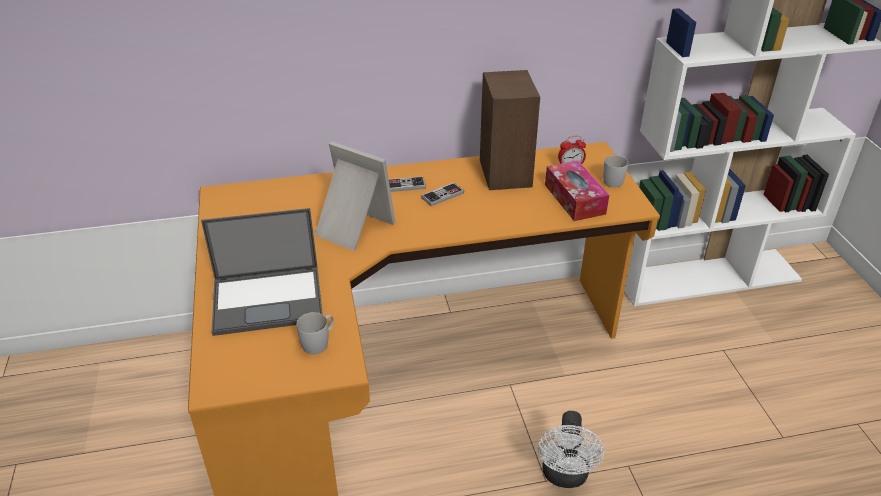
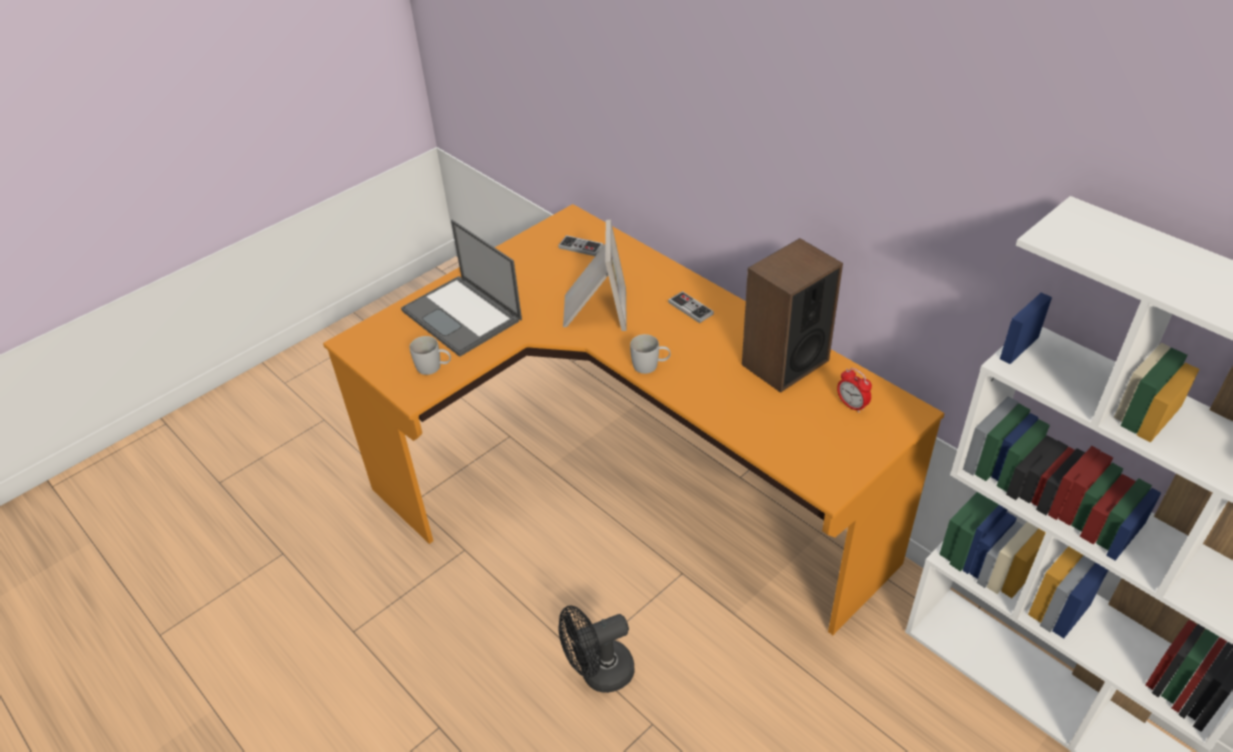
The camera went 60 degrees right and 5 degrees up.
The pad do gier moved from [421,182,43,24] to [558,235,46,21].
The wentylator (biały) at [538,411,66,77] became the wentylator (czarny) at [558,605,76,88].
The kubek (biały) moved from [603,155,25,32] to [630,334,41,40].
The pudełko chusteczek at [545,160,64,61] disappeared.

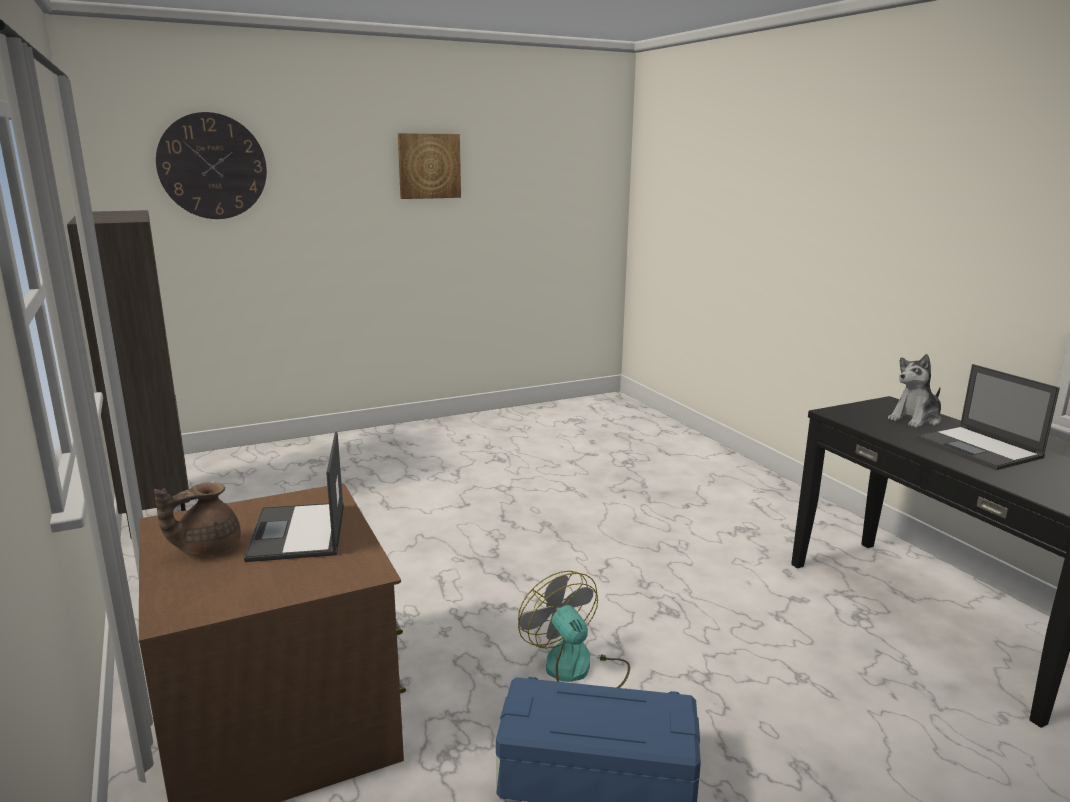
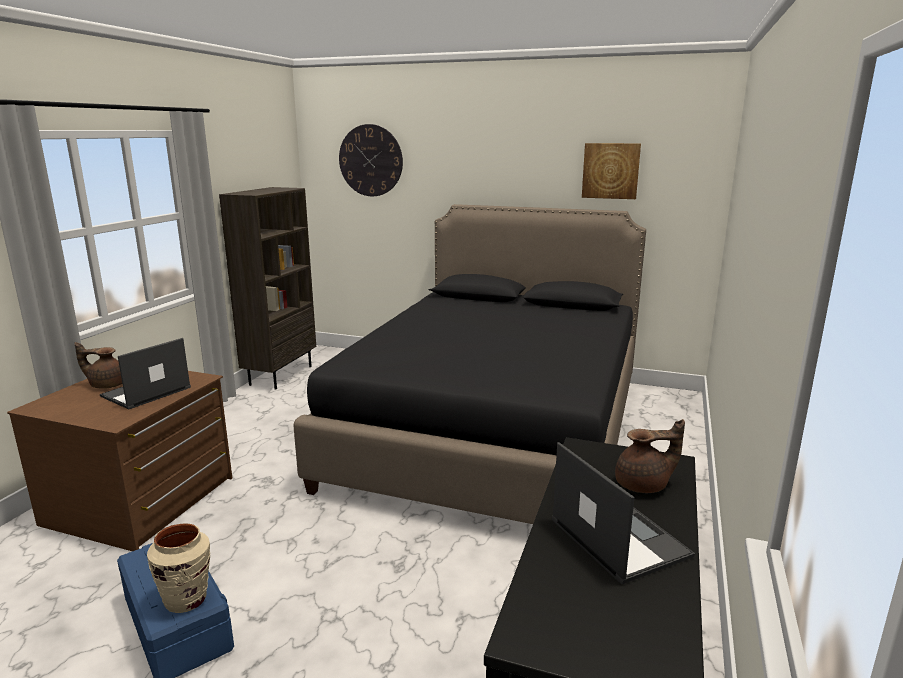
The camera went 45 degrees right and 0 degrees up.
The wazon (beżowy) at [147,524,63,89] appeared.
The łóżko (czarny) at [293,204,353,320] appeared.
The laptop at [915,364,145,106] turned 135 degrees clockwise.
The obraz moved from [398,133,63,66] to [582,143,59,56].
The pluszak at [888,354,53,74] was replaced by the imbryk (brązowy) at [615,419,70,74].
The wentylator at [518,571,112,117] disappeared.

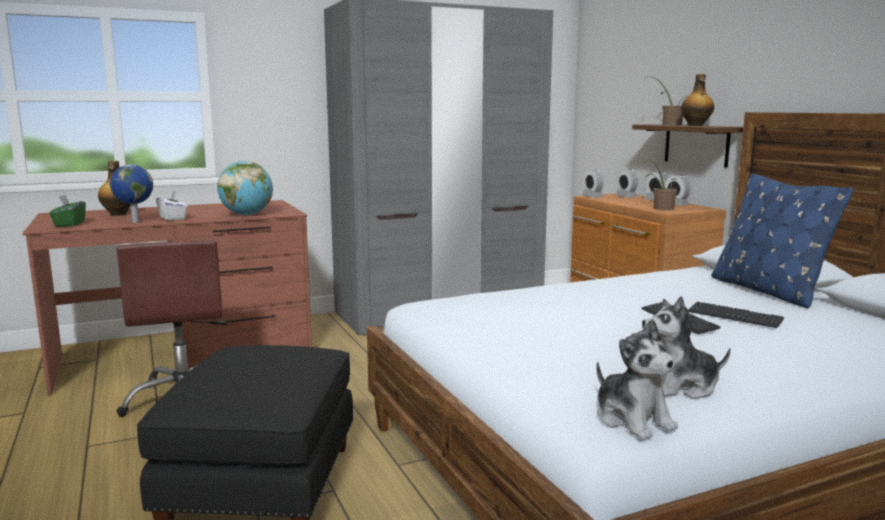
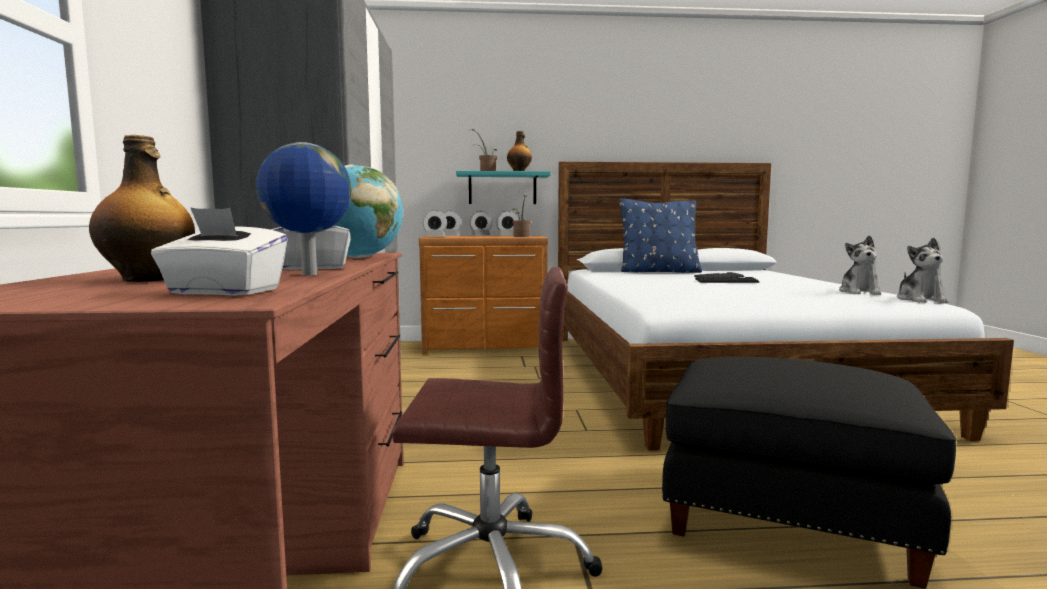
The camera went 70 degrees left and 5 degrees down.
The pudełko chusteczek (zielony) at [49,194,37,33] became the pudełko chusteczek (biały) at [151,207,137,89].
The półka (brązowy) at [632,124,111,44] became the półka (turkusowy) at [456,171,95,33].
The pluszak at [596,319,82,120] turned 105 degrees clockwise.

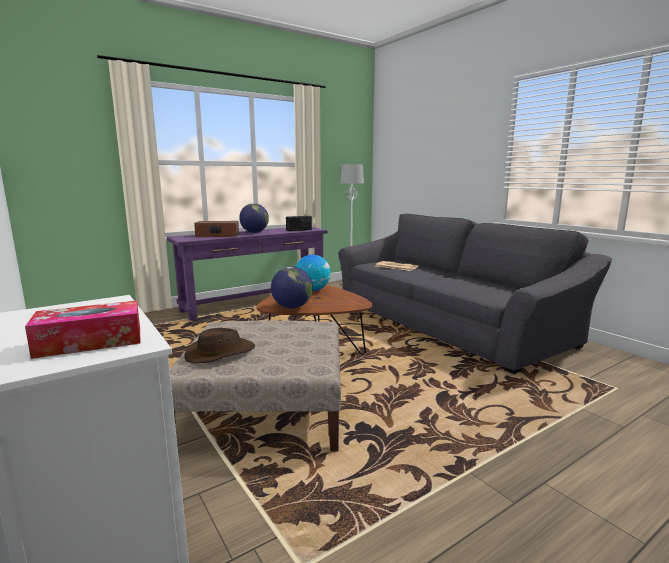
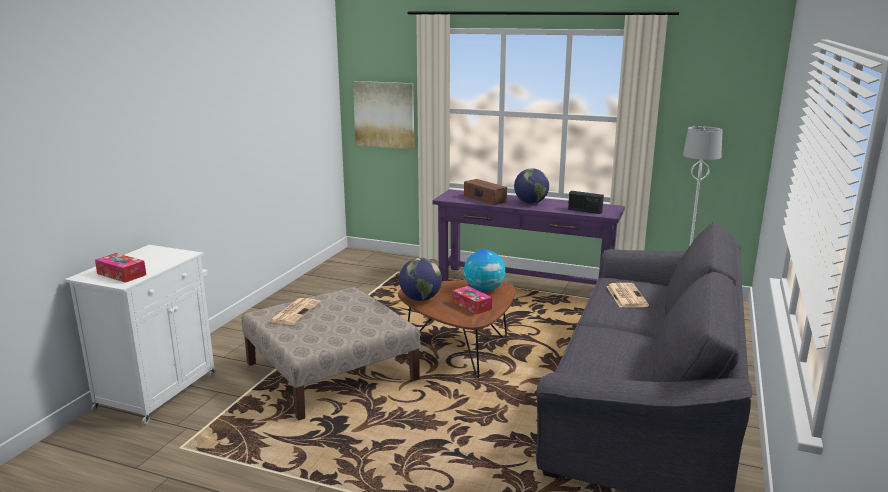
The camera went 55 degrees right and 5 degrees up.
The kapelusz (brązowy) at [184,328,71,36] was replaced by the gazeta at [268,298,53,27].
The obraz at [353,81,61,68] appeared.
The pudełko chusteczek at [452,286,40,28] appeared.

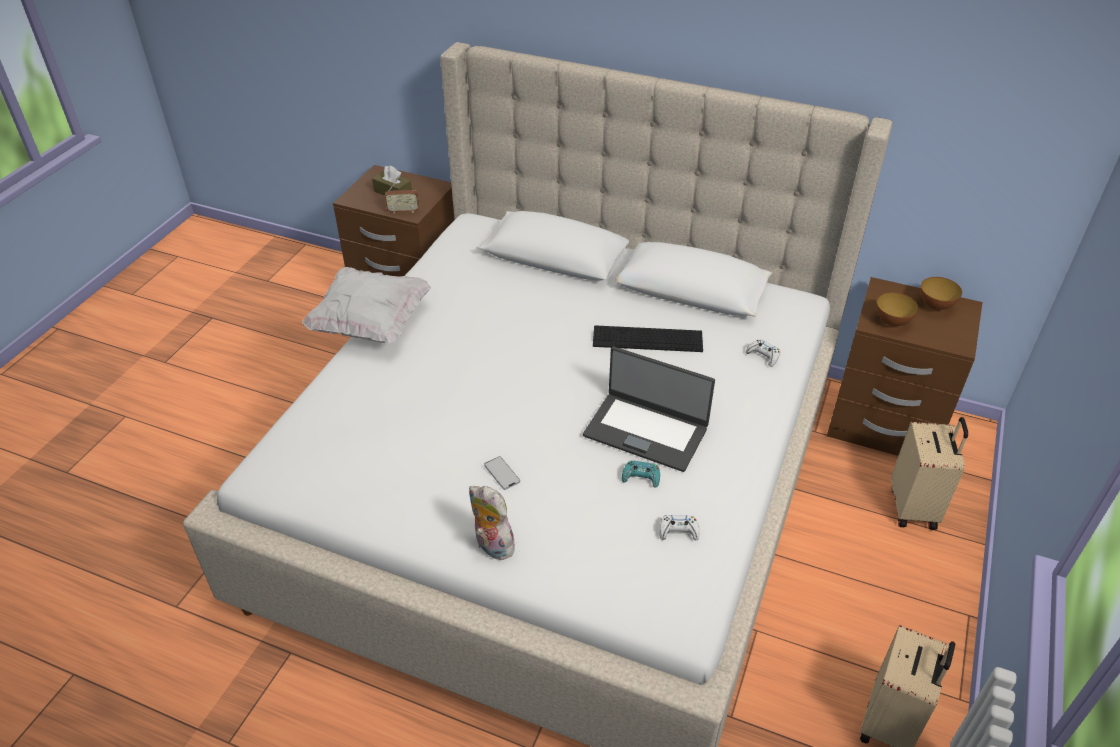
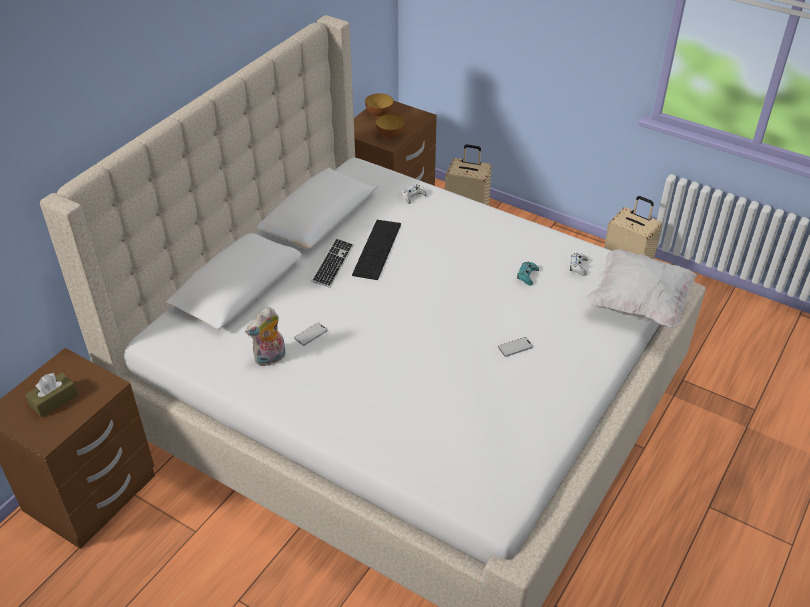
The camera went 80 degrees left and 0 degrees up.
The pluszak moved from [469,486,46,74] to [245,307,41,59].
The telefon at [294,323,34,23] appeared.
The klawiatura at [311,238,43,50] appeared.
The poduszka (biały) moved from [302,267,129,76] to [586,249,111,78].
The radio at [385,175,34,38] disappeared.
The laptop at [583,347,132,125] disappeared.

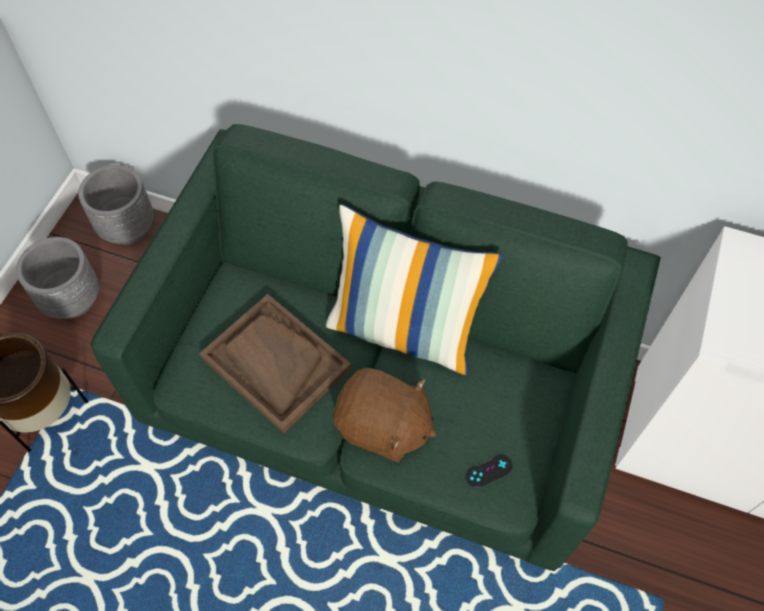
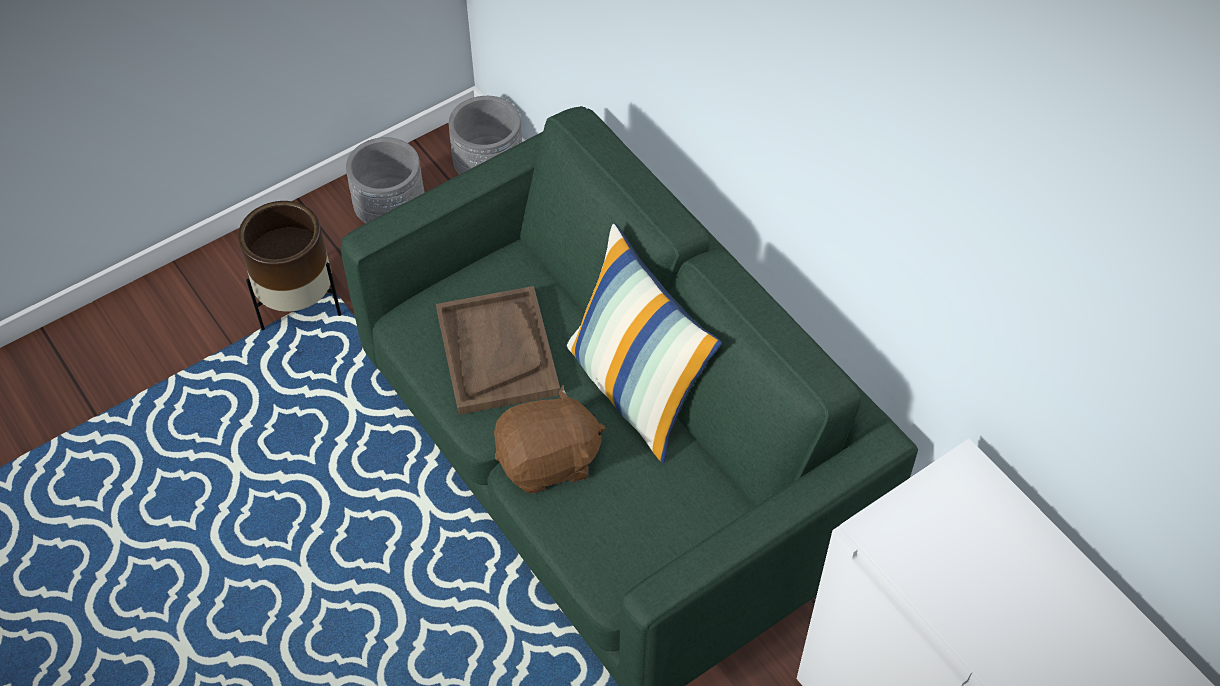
The camera went 35 degrees right and 5 degrees down.
The pluszak (brązowy) at [333,368,103,94] turned 75 degrees counterclockwise.
The pad do gier (czarny) at [466,454,46,33] disappeared.

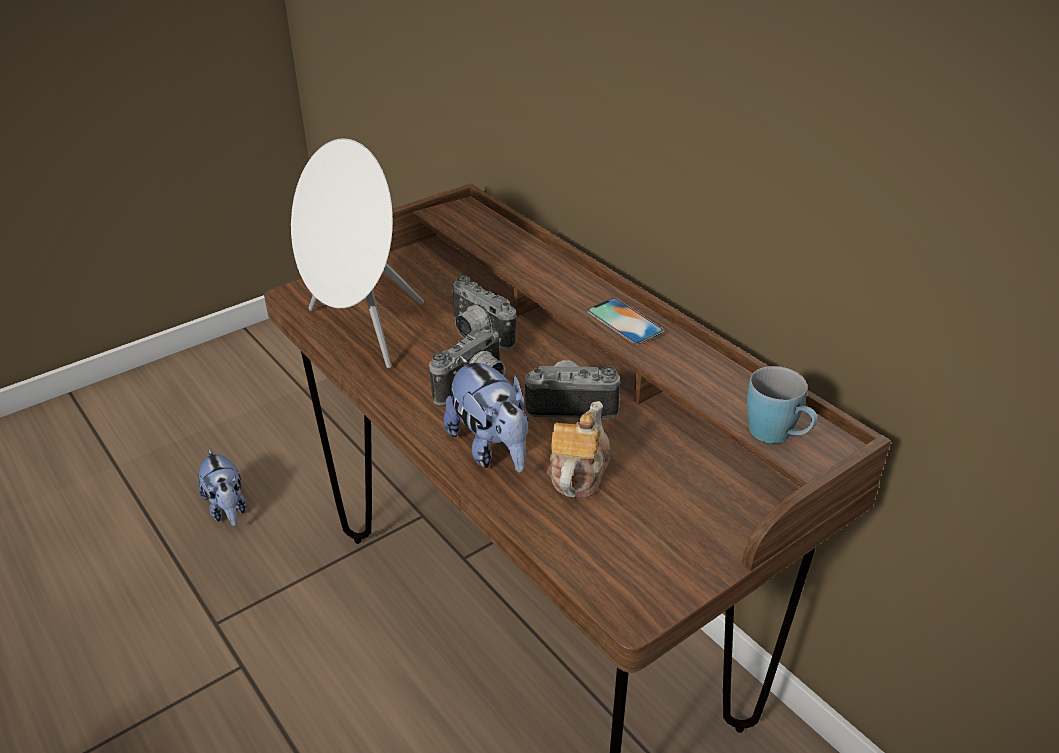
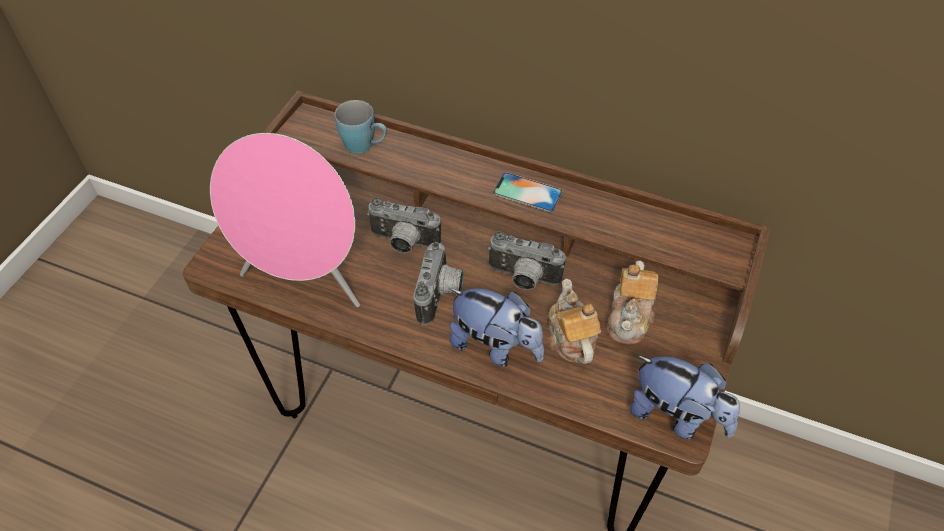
The camera went 30 degrees left and 15 degrees up.
The głośnik (biały) at [291,138,133,230] became the głośnik (różowy) at [210,133,150,174].
The kubek (niebieski) moved from [747,366,71,78] to [335,100,52,54].
The aparat fotograficzny at [524,360,97,59] turned 135 degrees counterclockwise.
The imbryk at [607,261,52,84] appeared.
The pluszak moved from [198,449,48,77] to [630,355,110,85].

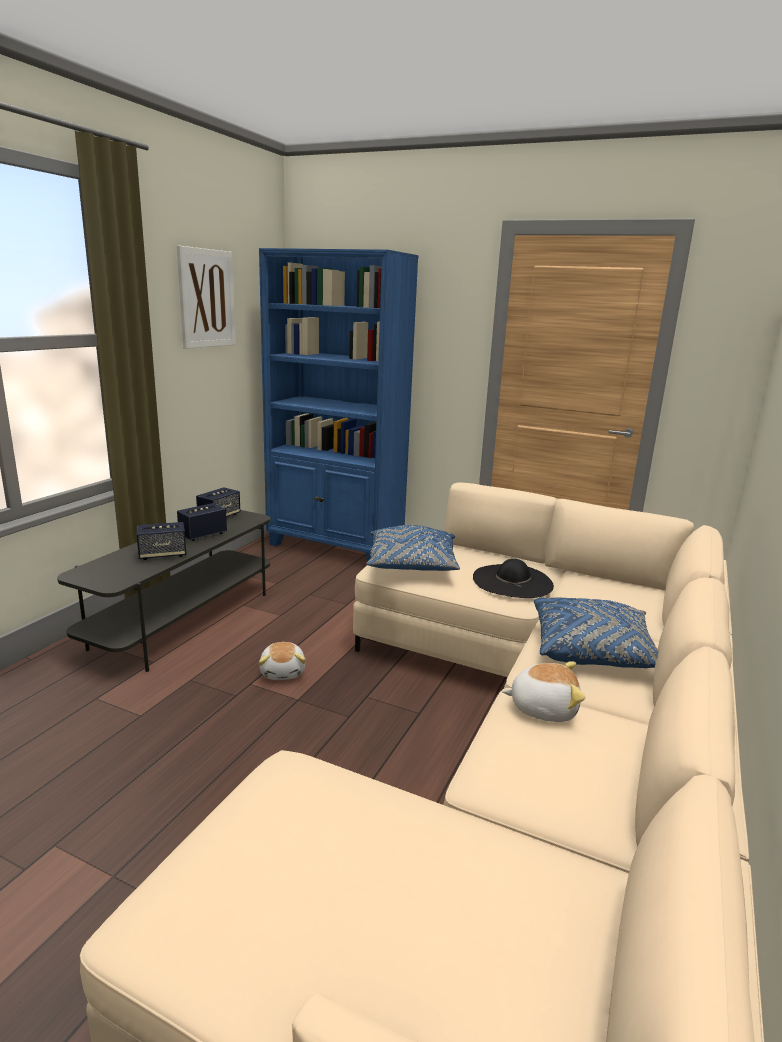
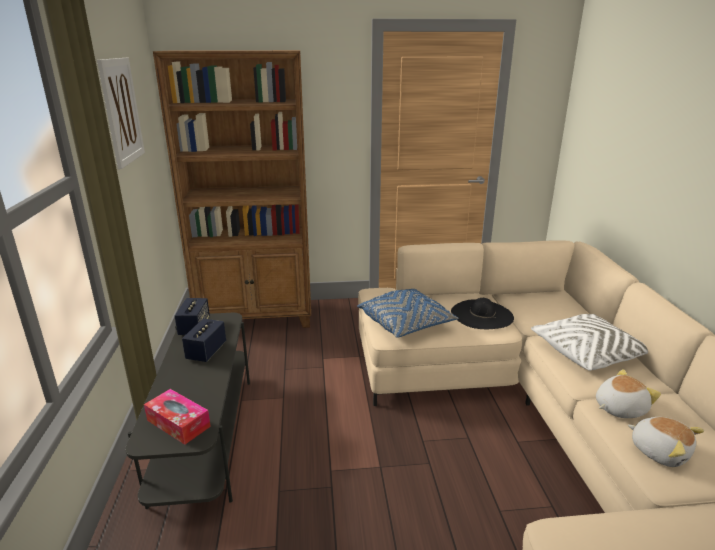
The camera went 30 degrees left and 5 degrees up.
The pudełko chusteczek at [144,389,67,56] appeared.
The regał (niebieski) at [259,248,160,314] became the regał (brązowy) at [153,50,158,278].
The poduszka (niebieski) at [534,597,124,72] became the poduszka (biały) at [531,314,117,57].
The pluszak moved from [259,642,47,38] to [628,417,76,50].
The głośnik at [137,522,49,38] disappeared.

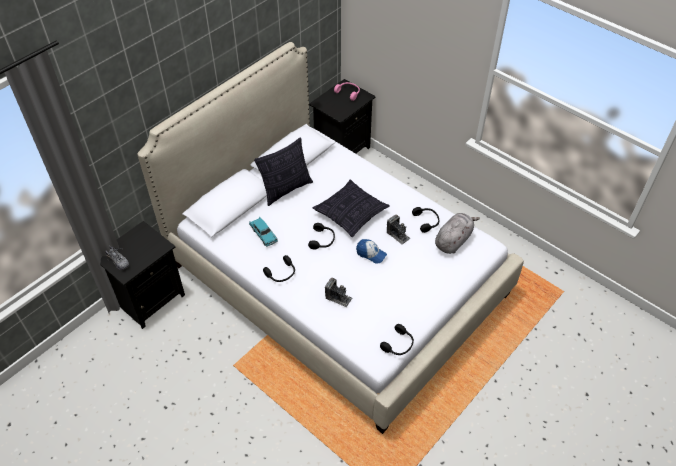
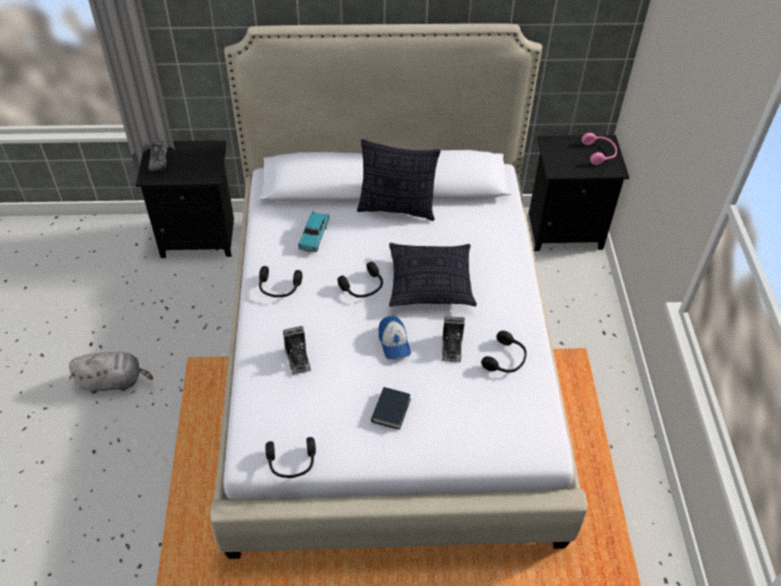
The camera went 45 degrees right and 0 degrees up.
The pluszak (szary) moved from [435,213,45,41] to [69,352,84,42].
The książka at [371,387,40,43] appeared.

